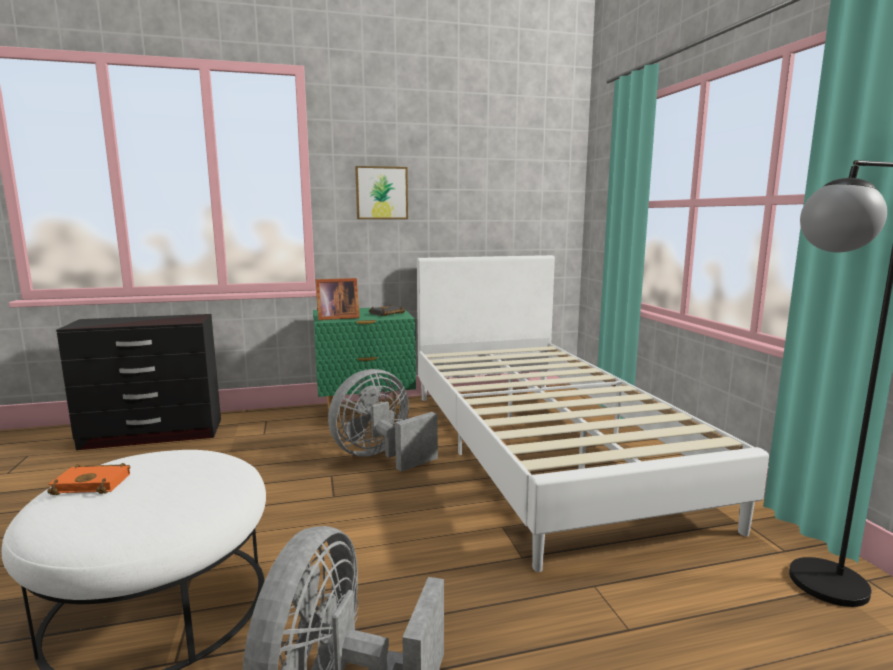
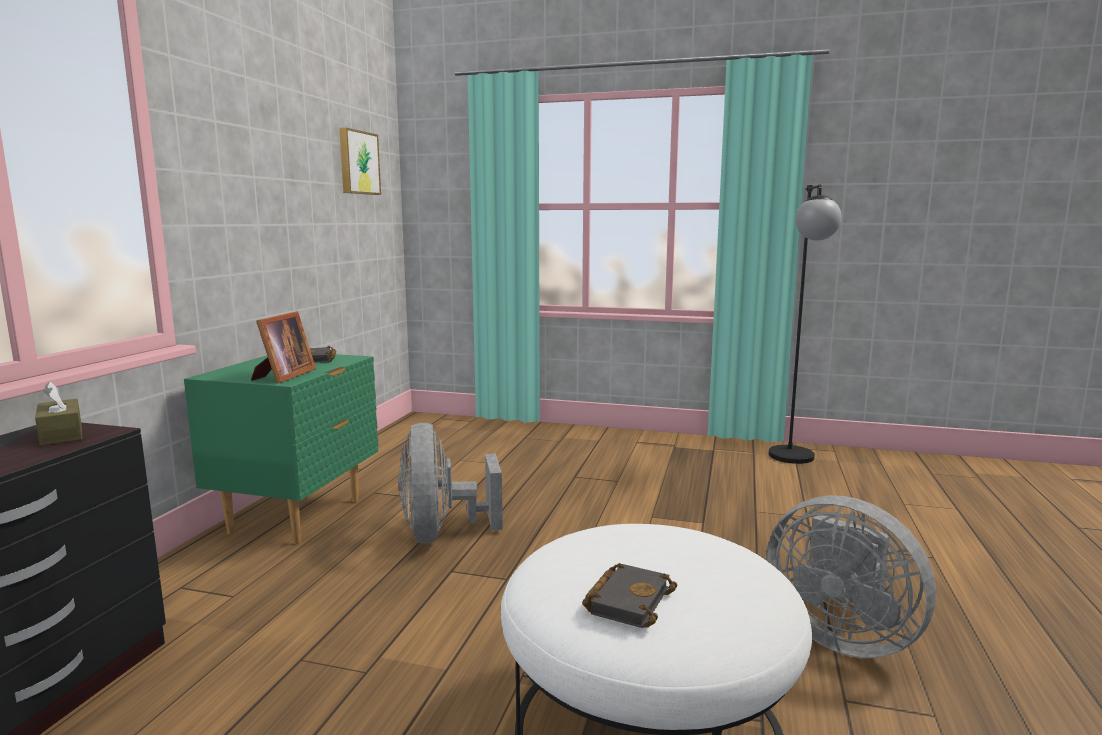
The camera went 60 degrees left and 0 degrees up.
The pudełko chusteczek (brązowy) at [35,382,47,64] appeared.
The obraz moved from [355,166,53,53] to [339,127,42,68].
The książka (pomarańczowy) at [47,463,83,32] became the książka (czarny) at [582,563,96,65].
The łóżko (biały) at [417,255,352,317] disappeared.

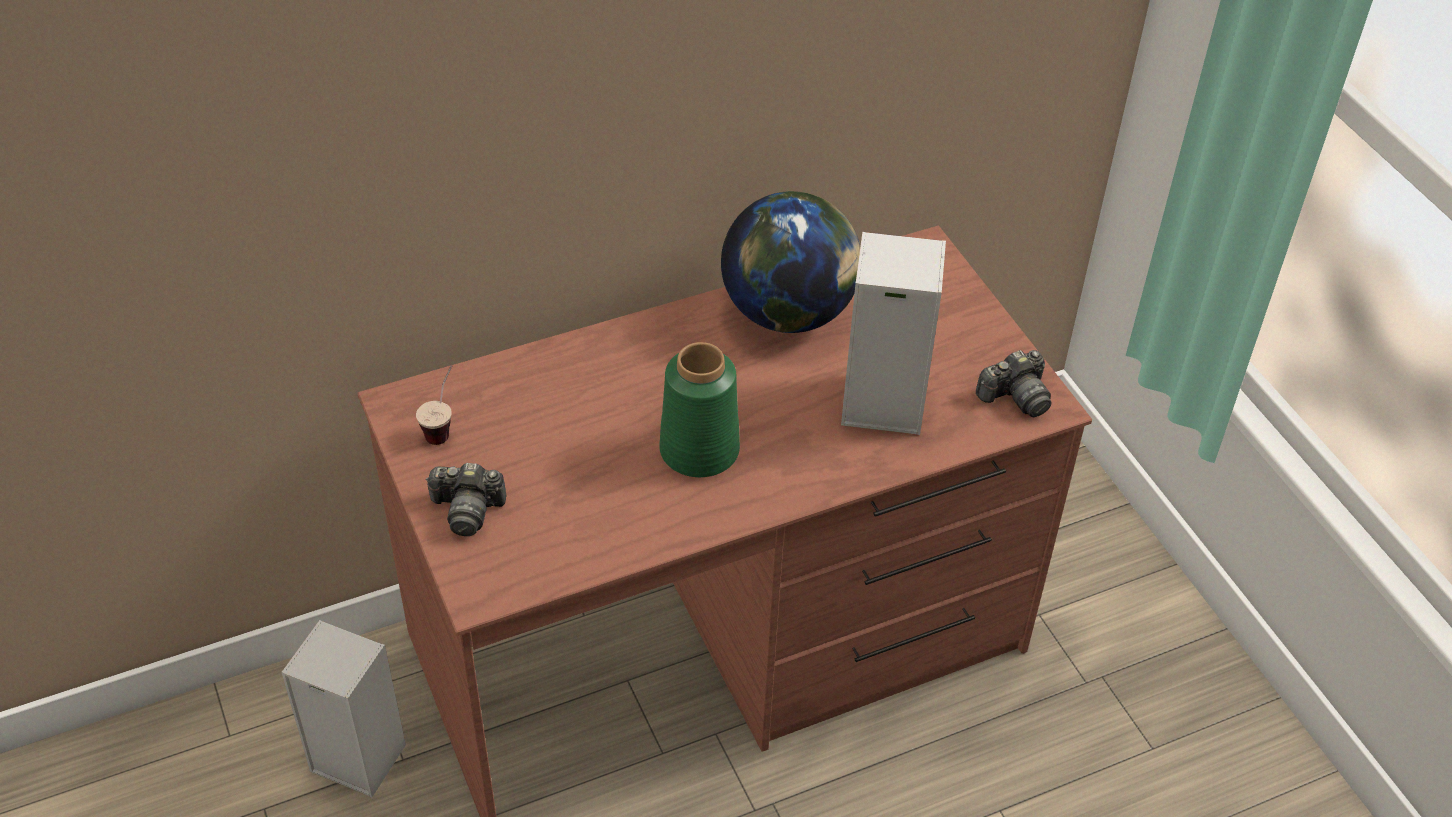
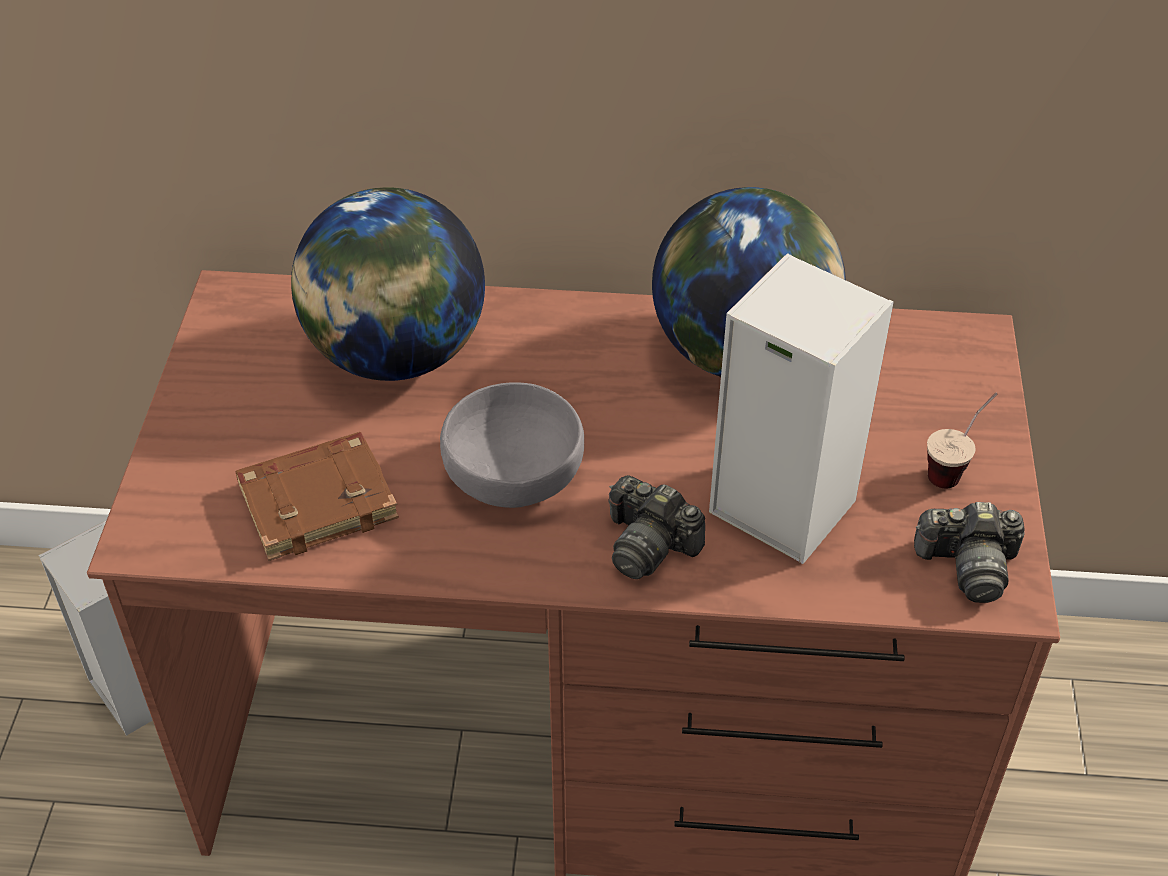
The camera went 30 degrees right and 0 degrees up.
The książka (brązowy) at [235,432,164,129] appeared.
The globus at [291,187,194,194] appeared.
The wazon (zielony) at [659,342,81,135] was replaced by the miska (szary) at [440,382,144,126].
The aparat fotograficzny moved from [425,463,81,73] to [608,475,97,104].
The filiżanka moved from [416,365,36,80] to [927,393,70,96].

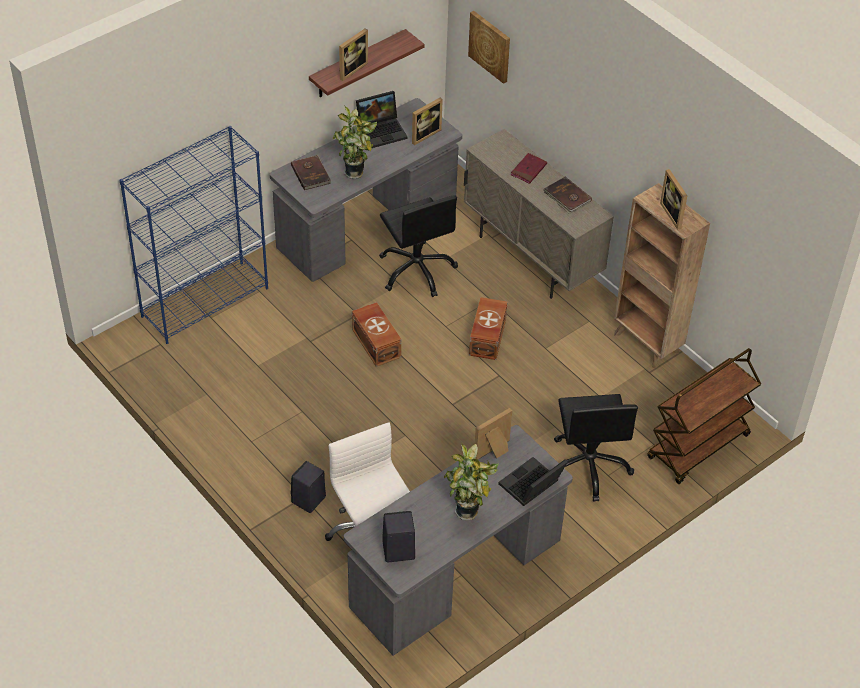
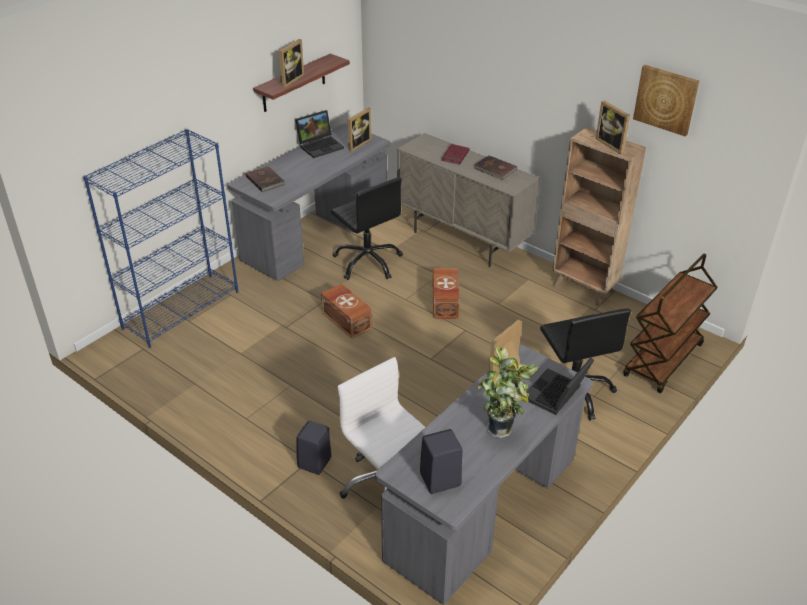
The camera went 10 degrees left and 10 degrees down.
The obraz moved from [468,11,42,73] to [633,65,66,71].
The roślina doniczkowa at [333,105,44,74] disappeared.

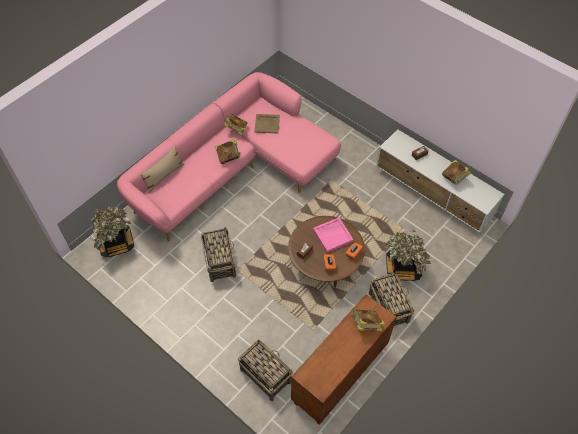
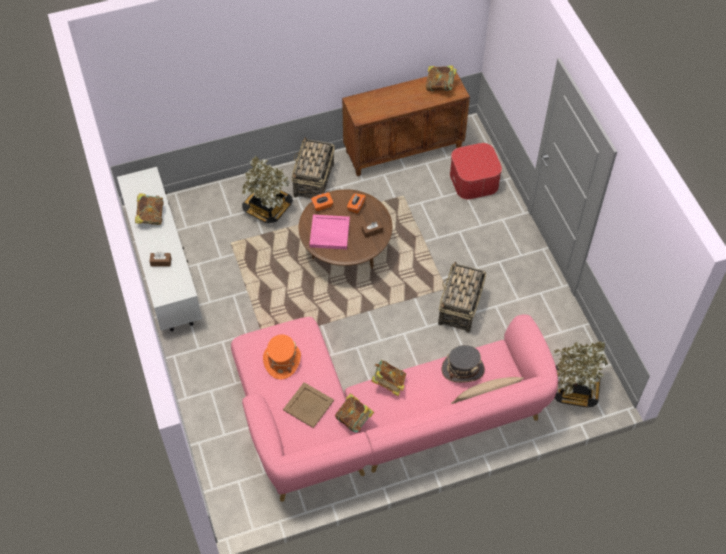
The camera went 150 degrees left and 0 degrees up.
The kapelusz (pomarańczowy) at [263,334,38,46] appeared.
The książka moved from [350,309,35,22] to [426,65,31,26].
The kapelusz (szary) at [442,345,43,38] appeared.
The koszyk at [238,339,55,62] was replaced by the pufa at [450,143,52,56].

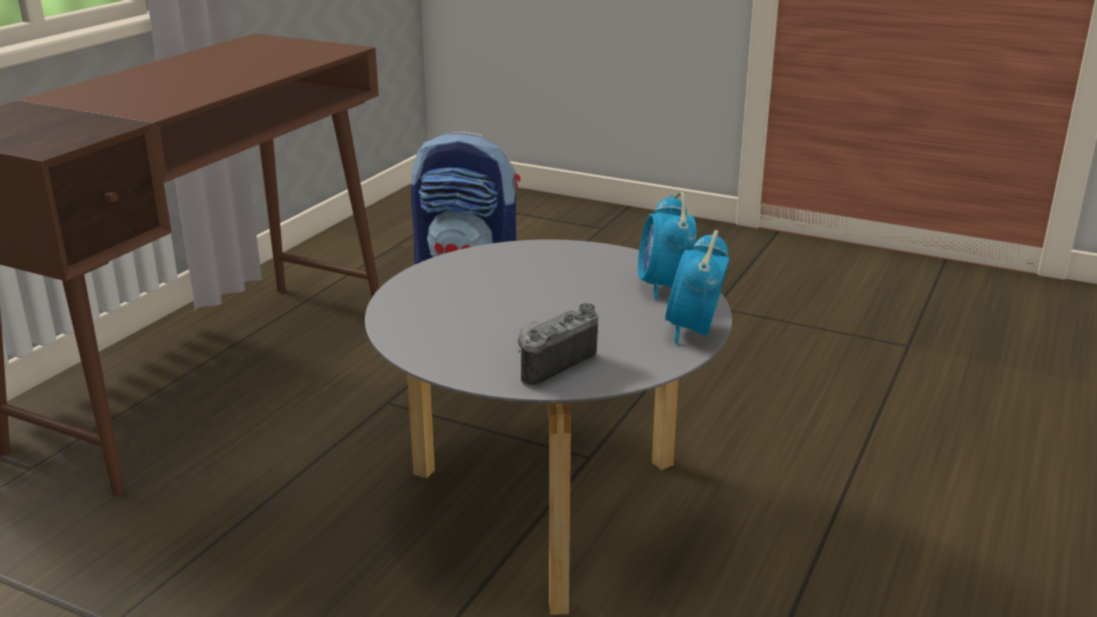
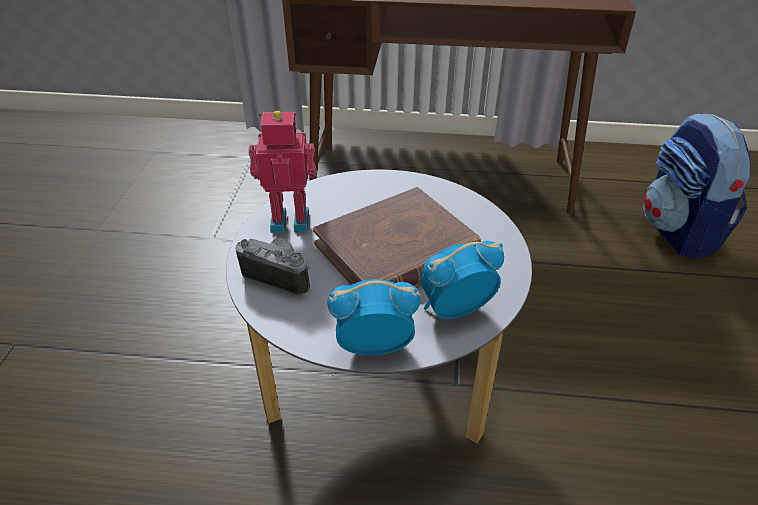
The camera went 70 degrees right and 15 degrees up.
The robot zabawkowy at [249,111,68,122] appeared.
The książka (brązowy) at [313,187,168,99] appeared.

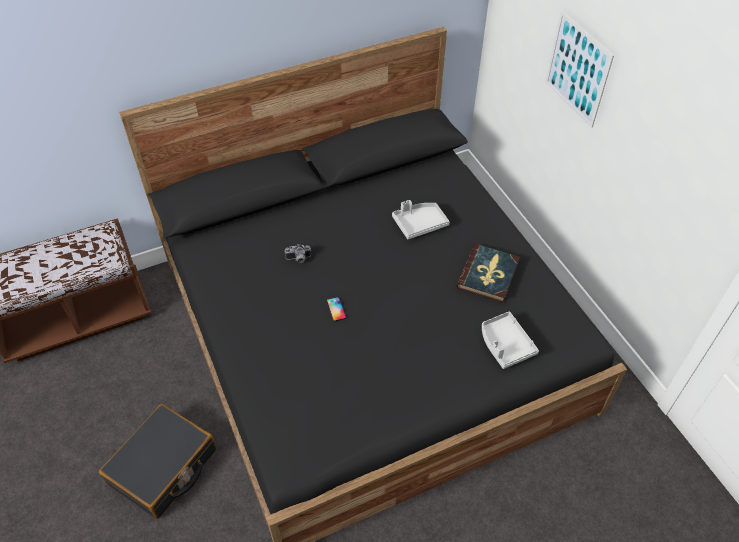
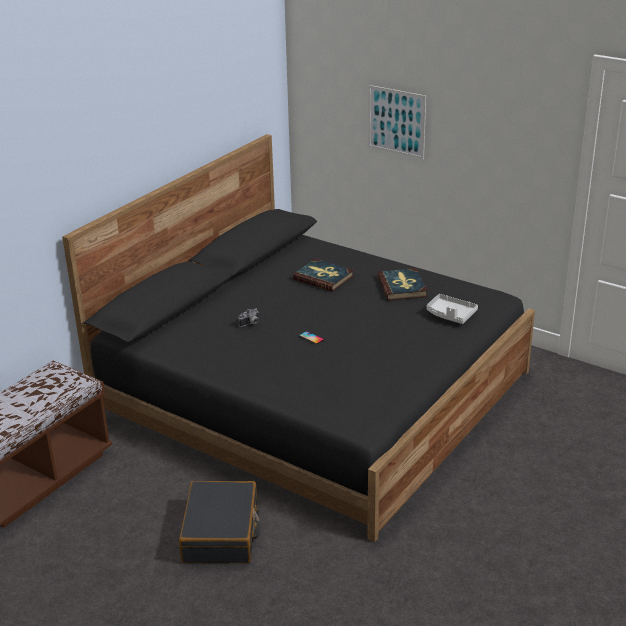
The camera went 30 degrees left and 20 degrees down.
The taca (szary) at [392,200,58,39] was replaced by the książka at [293,258,61,34].

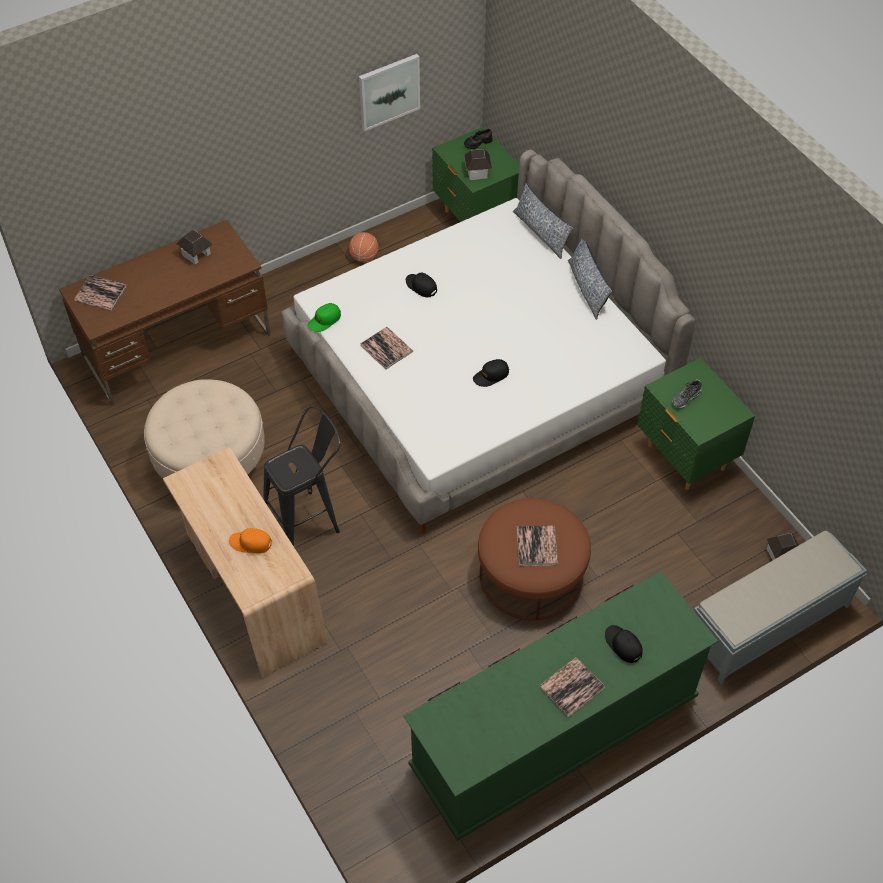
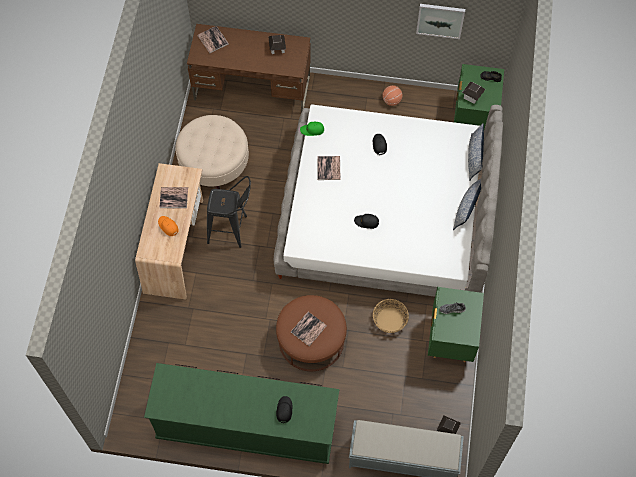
The camera went 40 degrees right and 10 degrees up.
The książka moved from [539,657,66,60] to [159,187,29,22].
The koszyk at [373,299,36,34] appeared.

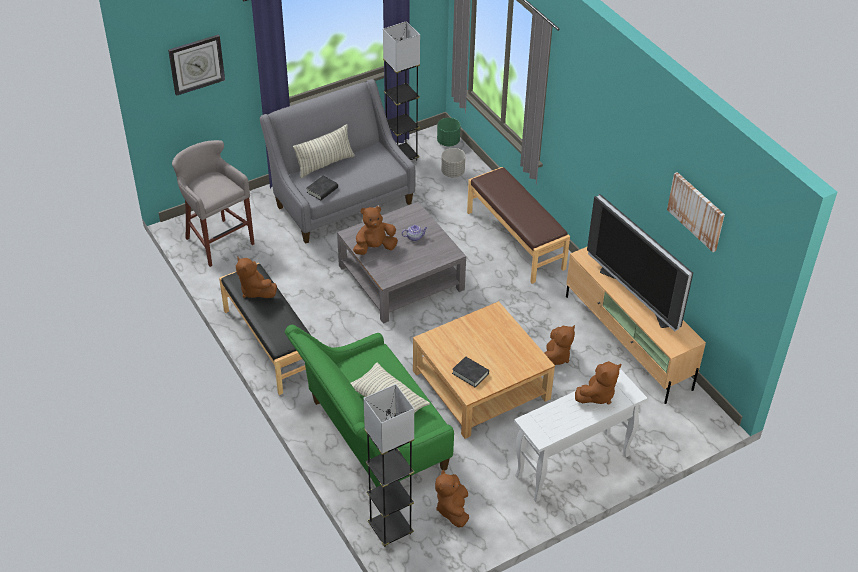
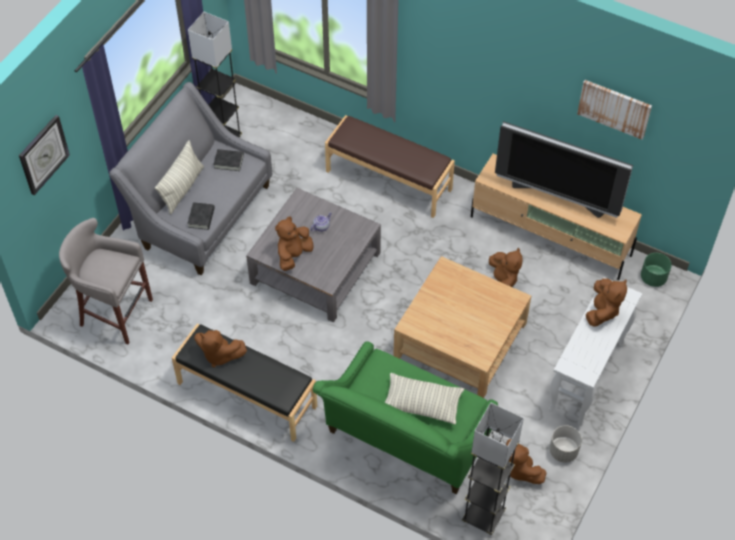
The camera went 30 degrees left and 10 degrees up.
The książka (czarny) moved from [452,356,37,31] to [213,149,31,22].
The donica (szary) moved from [441,148,24,30] to [550,425,32,38].
The donica (zielony) moved from [437,118,24,28] to [641,253,31,34].

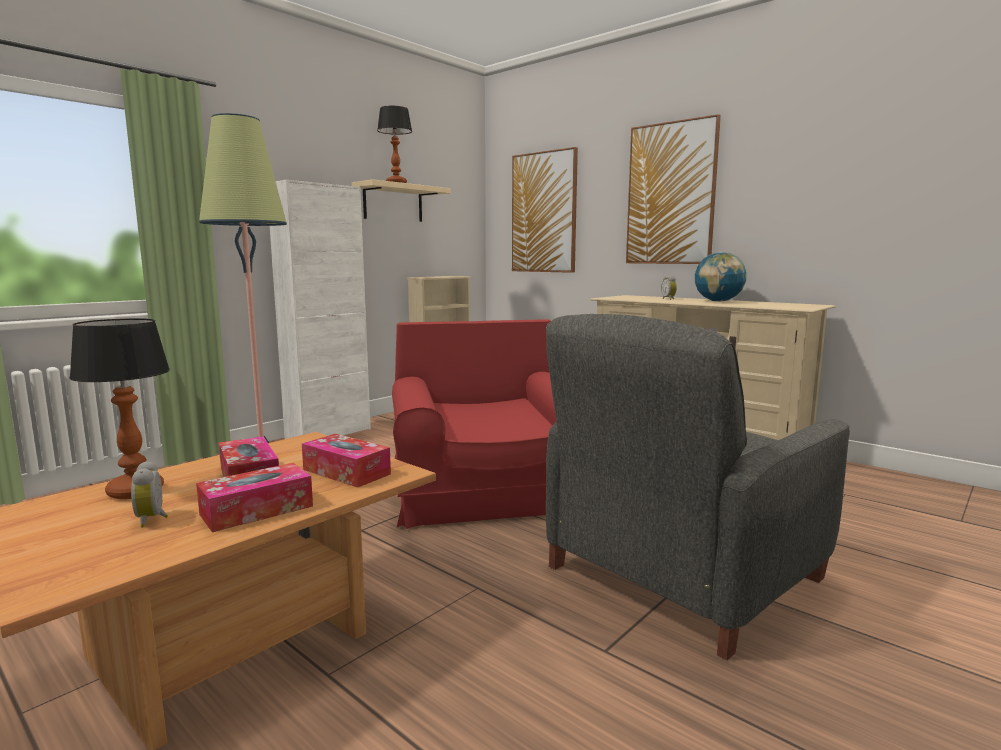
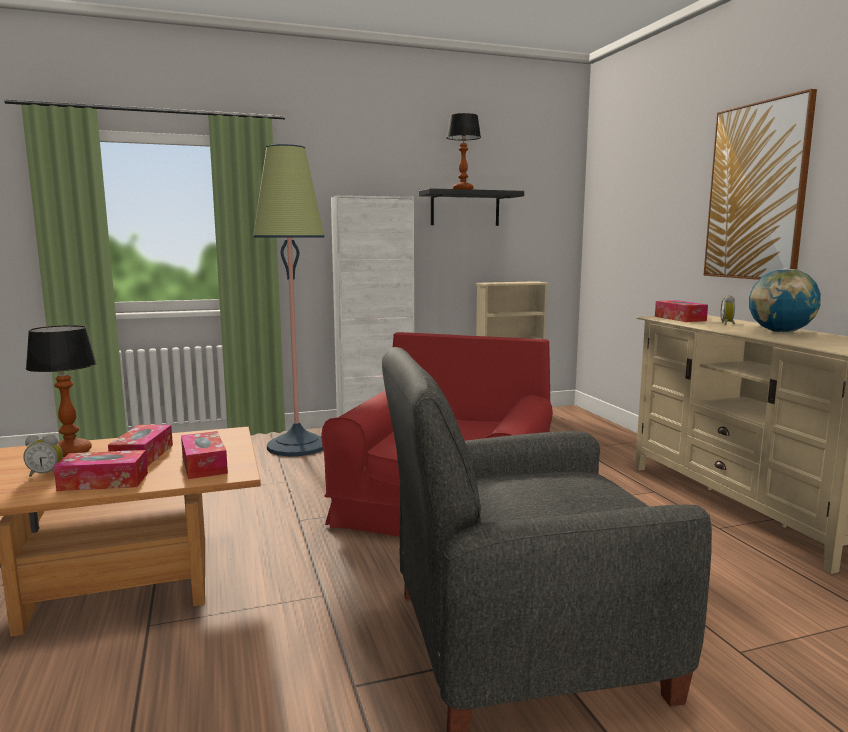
The camera went 30 degrees right and 0 degrees up.
The budzik at [131,461,37,67] turned 105 degrees counterclockwise.
The półka (beżowy) at [352,179,99,43] became the półka (czarny) at [419,188,105,38].
The pudełko chusteczek at [655,300,53,22] appeared.
The obraz at [512,147,66,126] disappeared.

